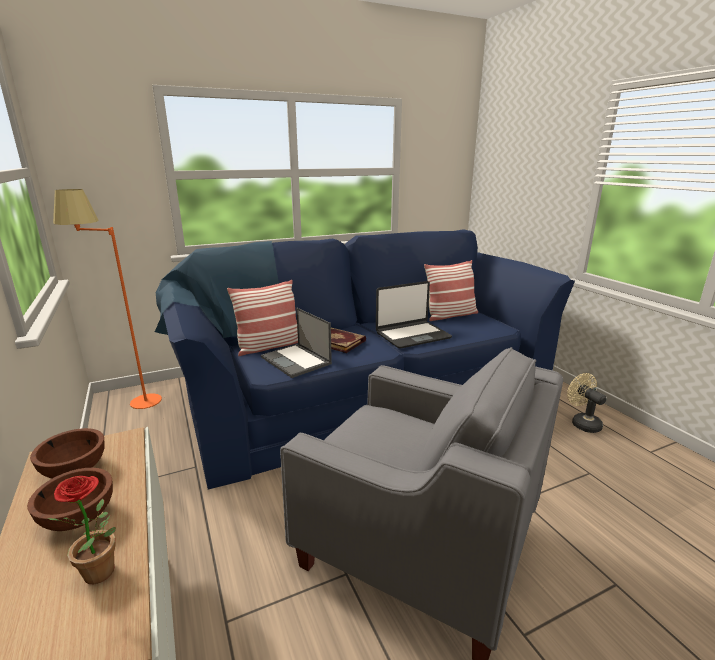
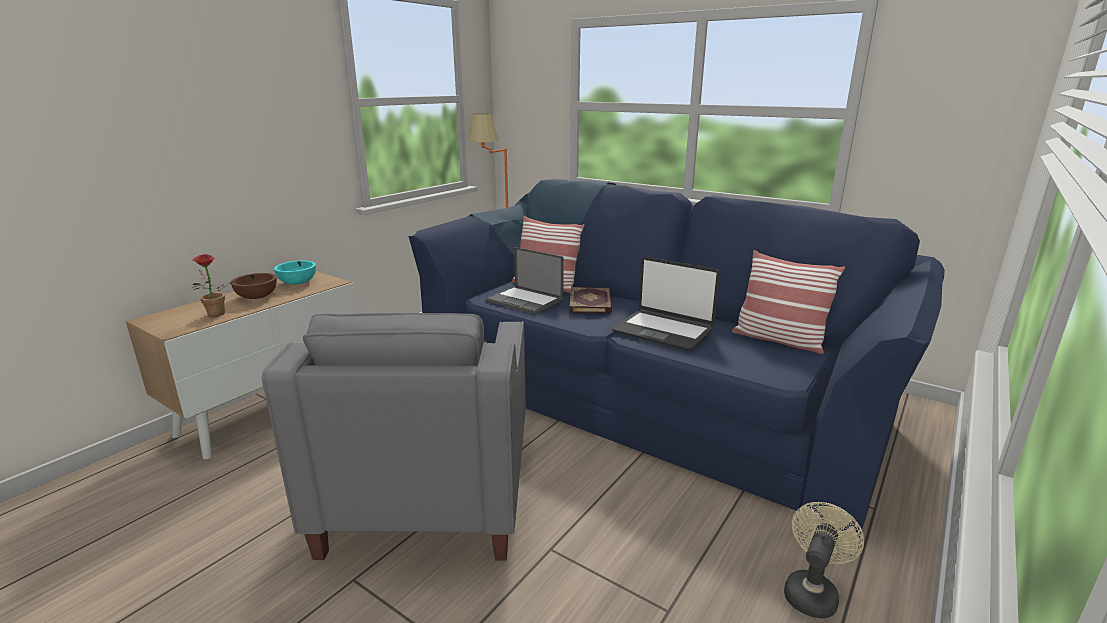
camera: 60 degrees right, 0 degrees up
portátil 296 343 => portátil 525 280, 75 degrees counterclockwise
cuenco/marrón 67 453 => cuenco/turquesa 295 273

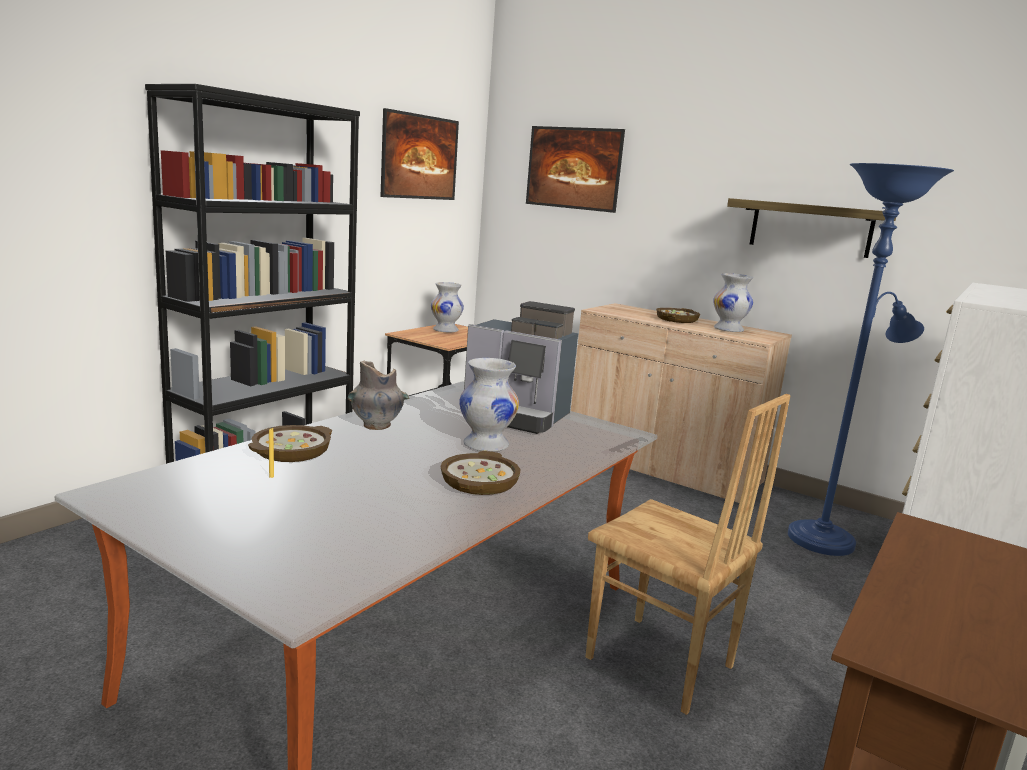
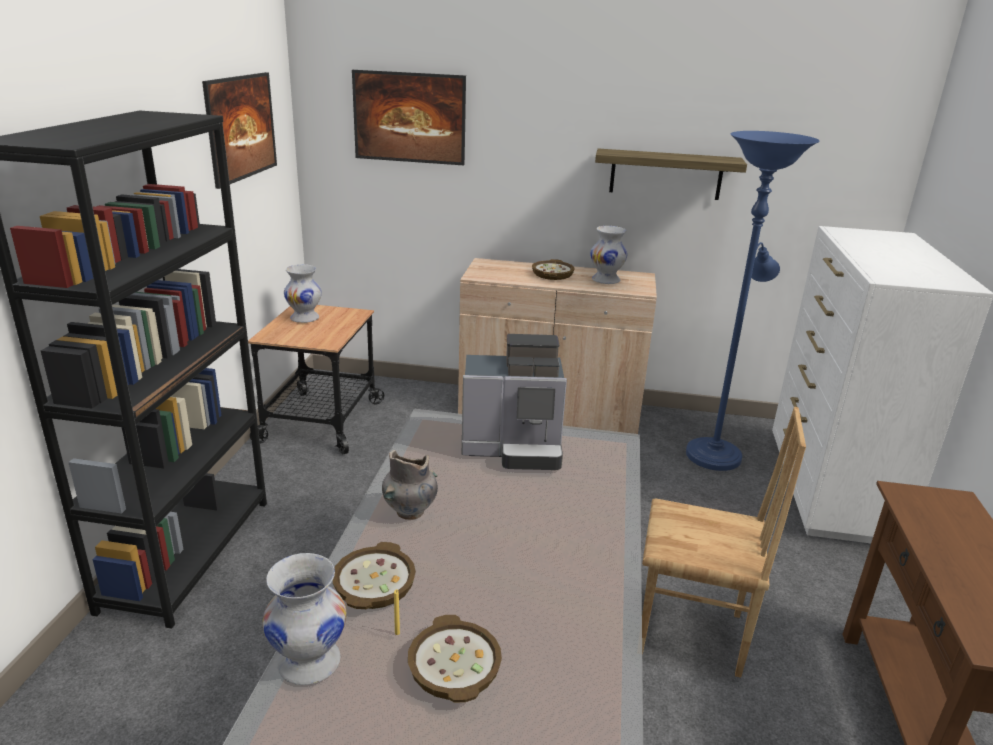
camera: 25 degrees left, 10 degrees up
florero/blanco 489 405 => florero/blanco 304 619, move
cuenco 480 473 => cuenco 455 658, move

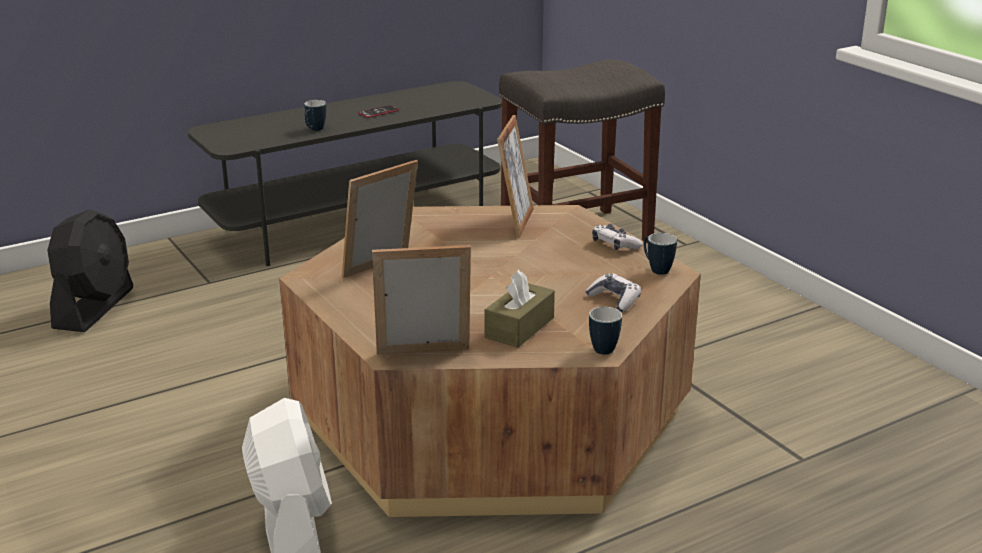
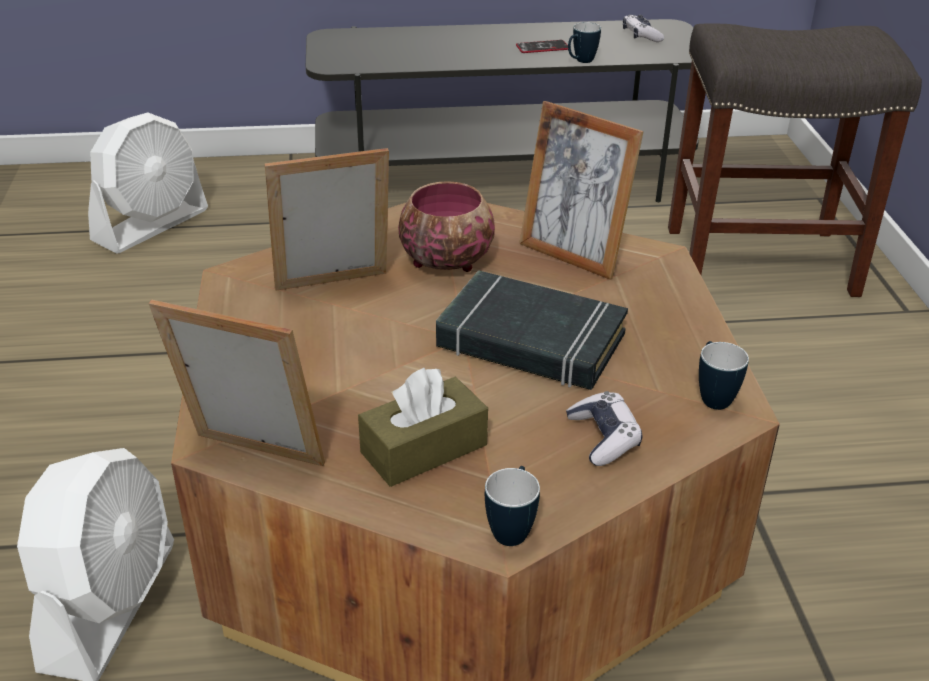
camera: 25 degrees right, 10 degrees up
taza grande 315 115 => taza grande 584 42, move
portarretratos 515 176 => portarretratos 581 190, 90 degrees clockwise
ventilador/negro 90 270 => ventilador/blanco 148 183
mando de consola 617 237 => mando de consola 643 28, move
nothing => cuenco 446 226
nothing => libro/negro 532 330

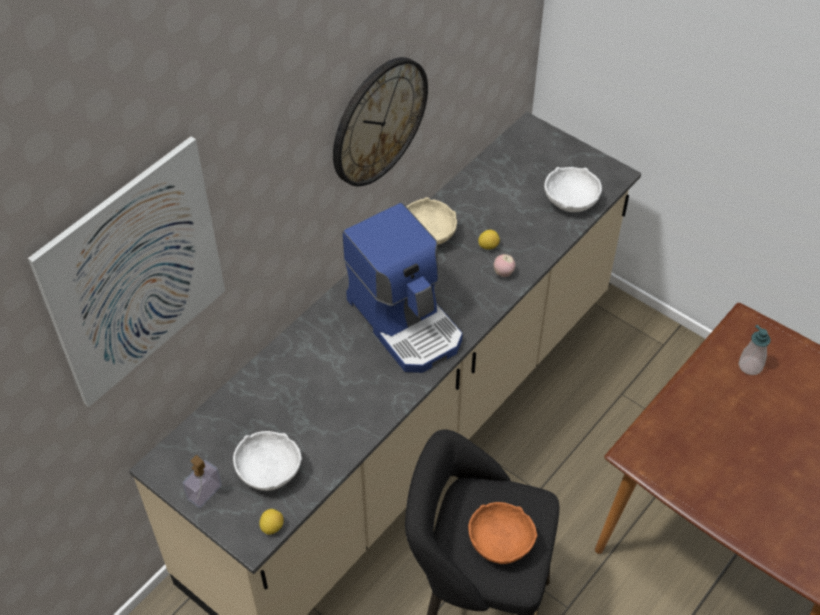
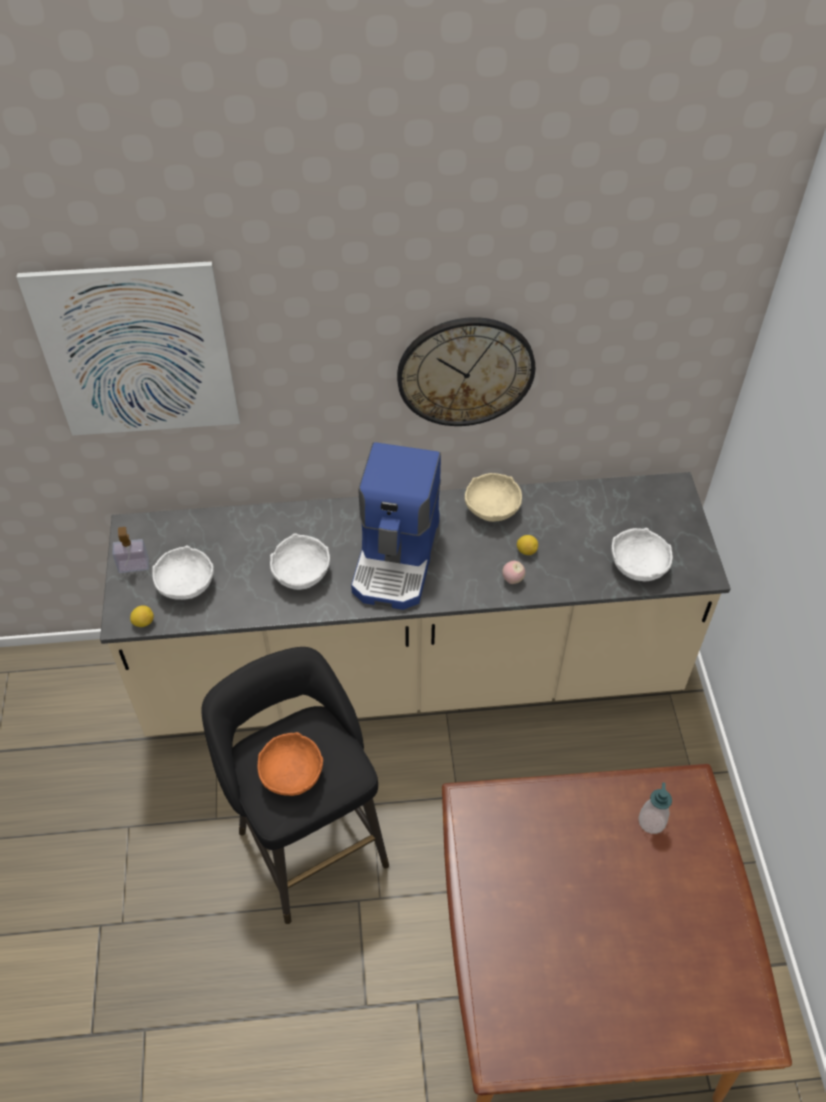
camera: 45 degrees right, 0 degrees up
nothing => cuenco/blanco 300 561

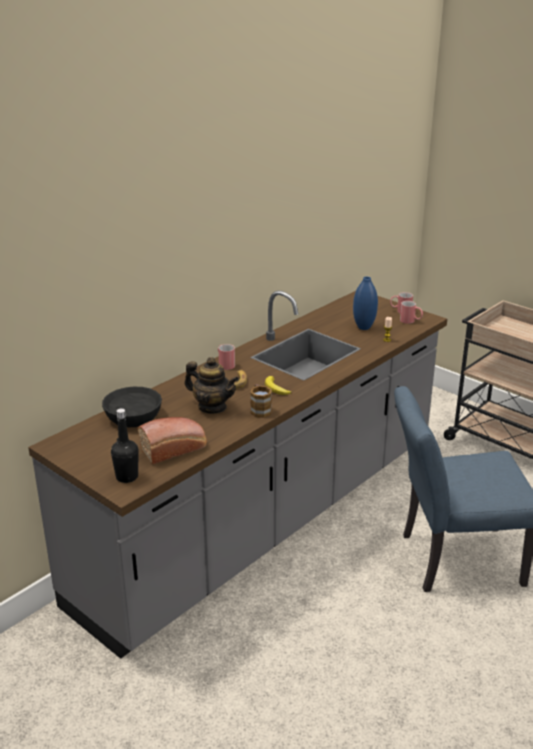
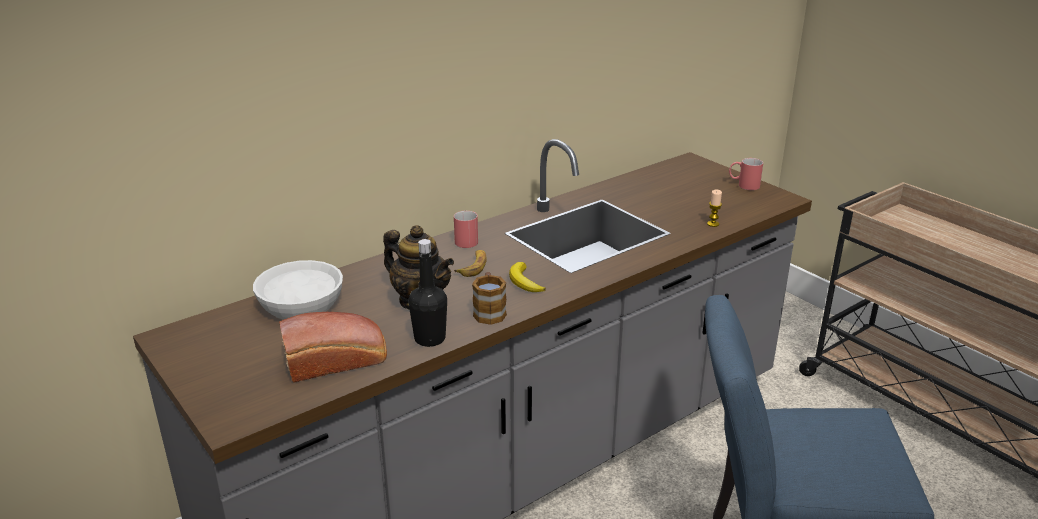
camera: 10 degrees right, 0 degrees up
florero/azul 365 303 => nothing
taza grande/rojo 411 312 => nothing
cuenco/negro 132 407 => cuenco/blanco 298 290
botella/negro 125 445 => botella/negro 427 293, move

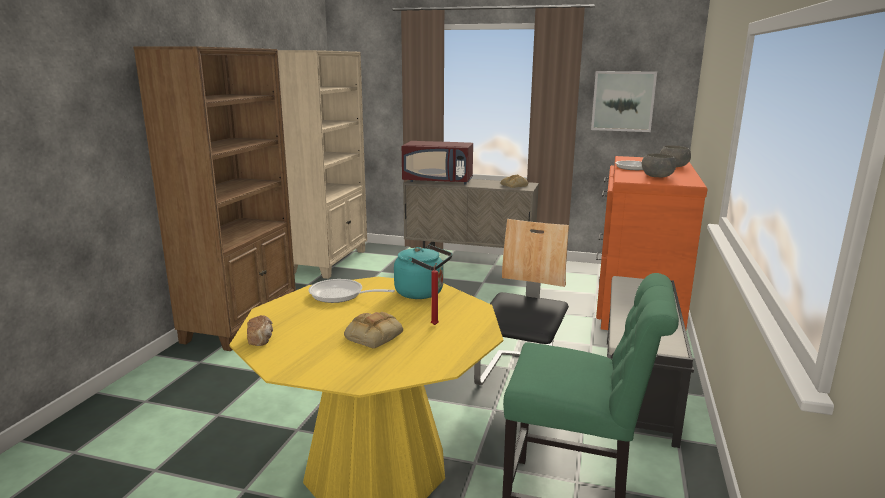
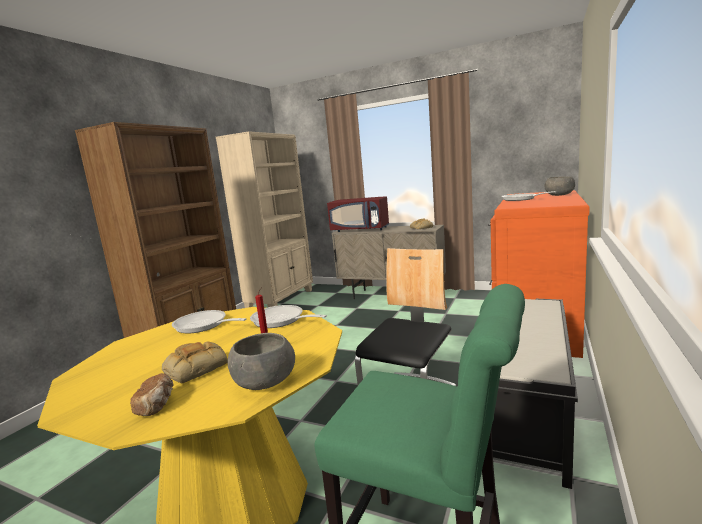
camera: 10 degrees right, 5 degrees down
cuadro 624 101 => nothing
cuenco/gris 659 165 => cuenco/gris 261 361, move
hervidor/turquesa 423 271 => sartén 288 316
pan 260 330 => pan 151 394, move

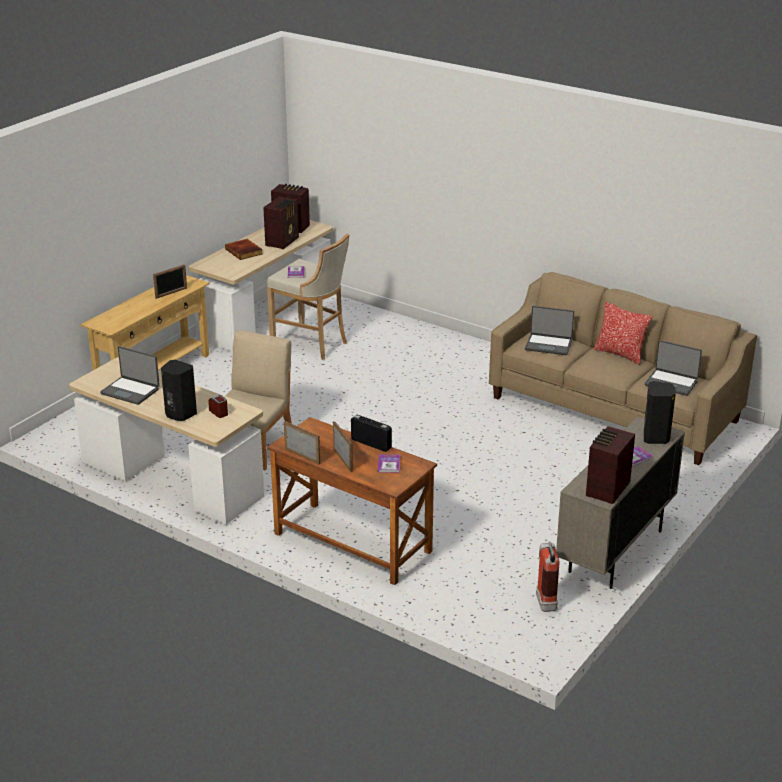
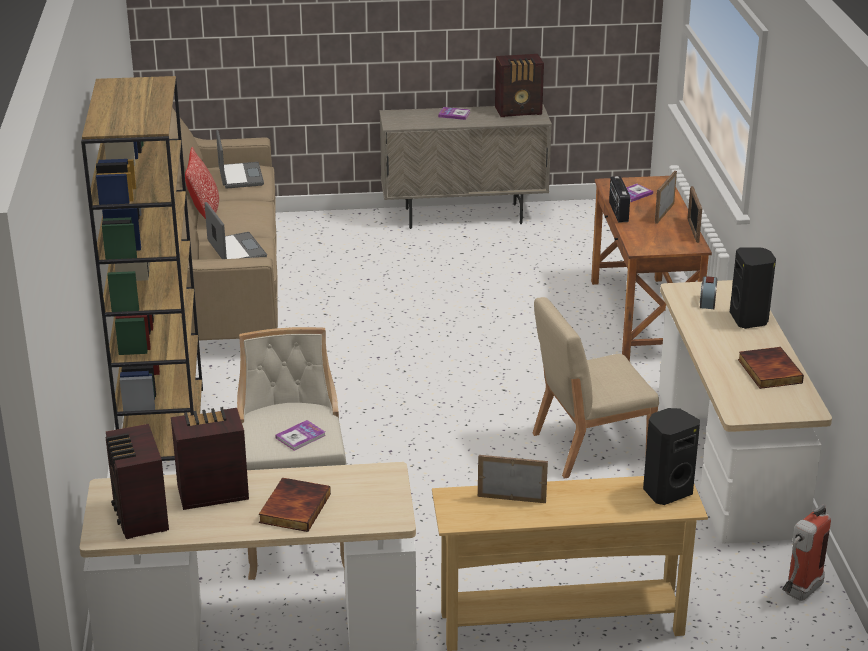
camera: 130 degrees left, 0 degrees up
portátil 130 375 => libro 771 368
altavoz/negro 660 412 => altavoz/negro 671 456, move
extintor 548 577 => extintor 806 552, move
nothing => estantería/marrón 142 268

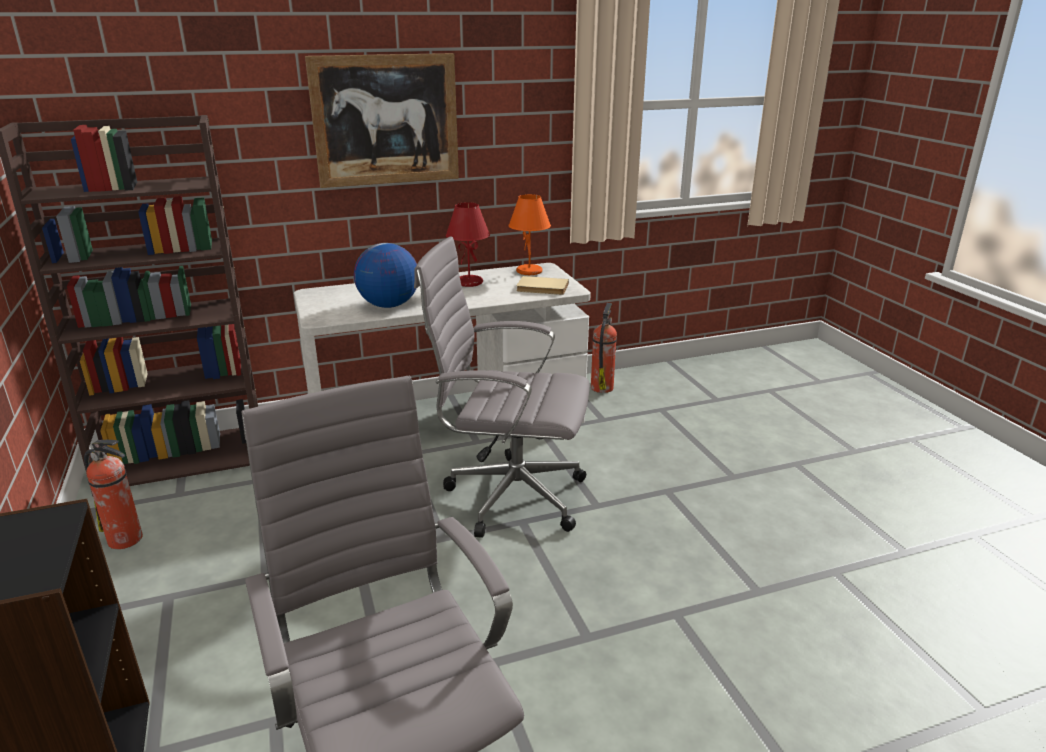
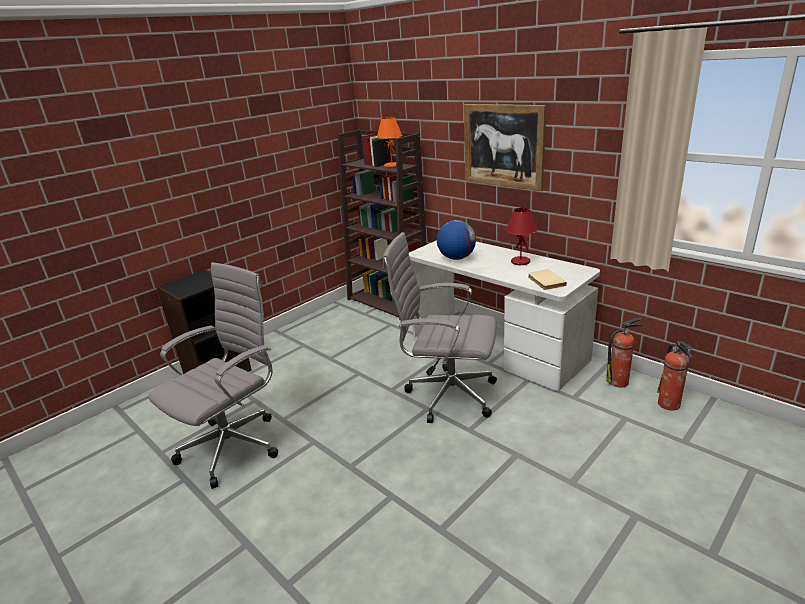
camera: 65 degrees right, 0 degrees up
lámpara de mesa/naranja 529 234 => lámpara de mesa/naranja 390 142, move
silla de oficina/gris 502 387 => silla de oficina/gris 440 327, 60 degrees counterclockwise
extintor 113 494 => extintor 675 376, move

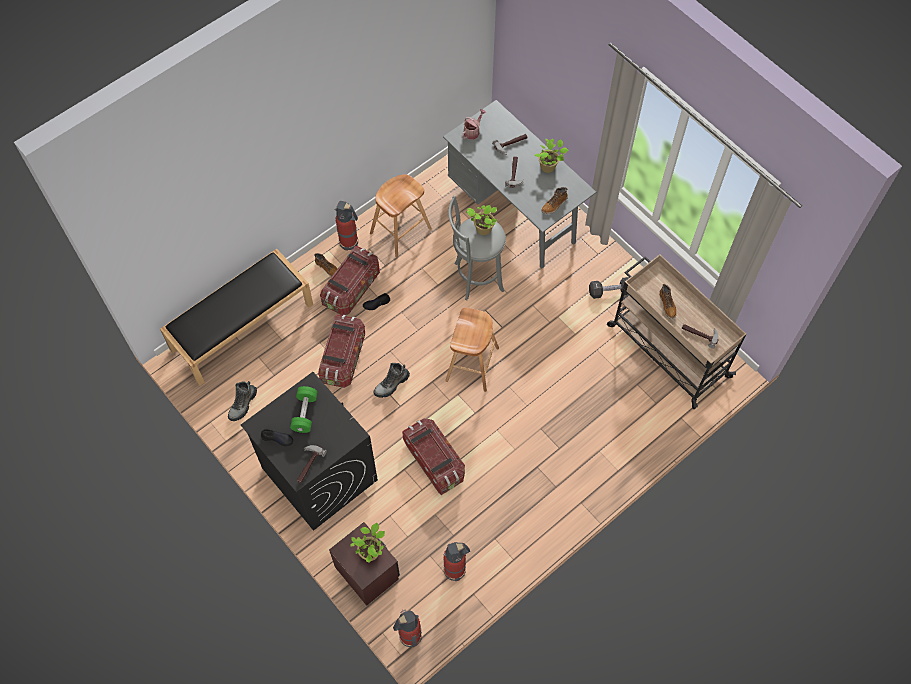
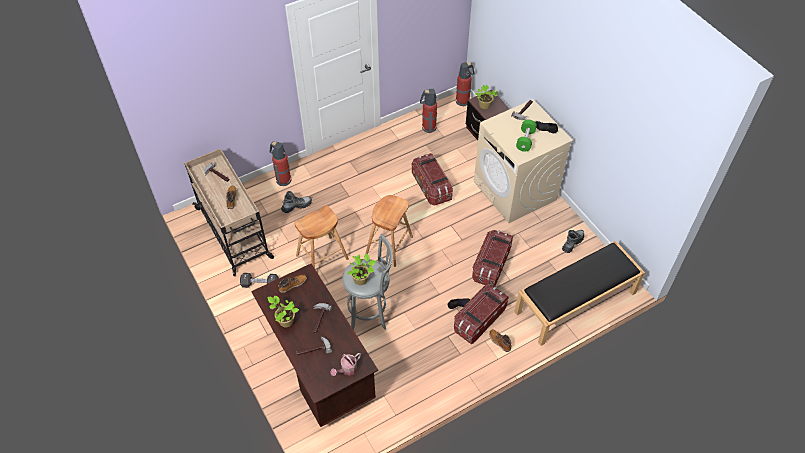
camera: 170 degrees left, 10 degrees down
escritorio/gris 519 184 => escritorio/marrón 314 345
taburete/marrón 401 215 => taburete/marrón 321 236, move
extintor 346 225 => extintor 280 163, move
bota 391 380 => bota 296 202, move
lavadora/negro 309 451 => lavadora/beis 523 161

